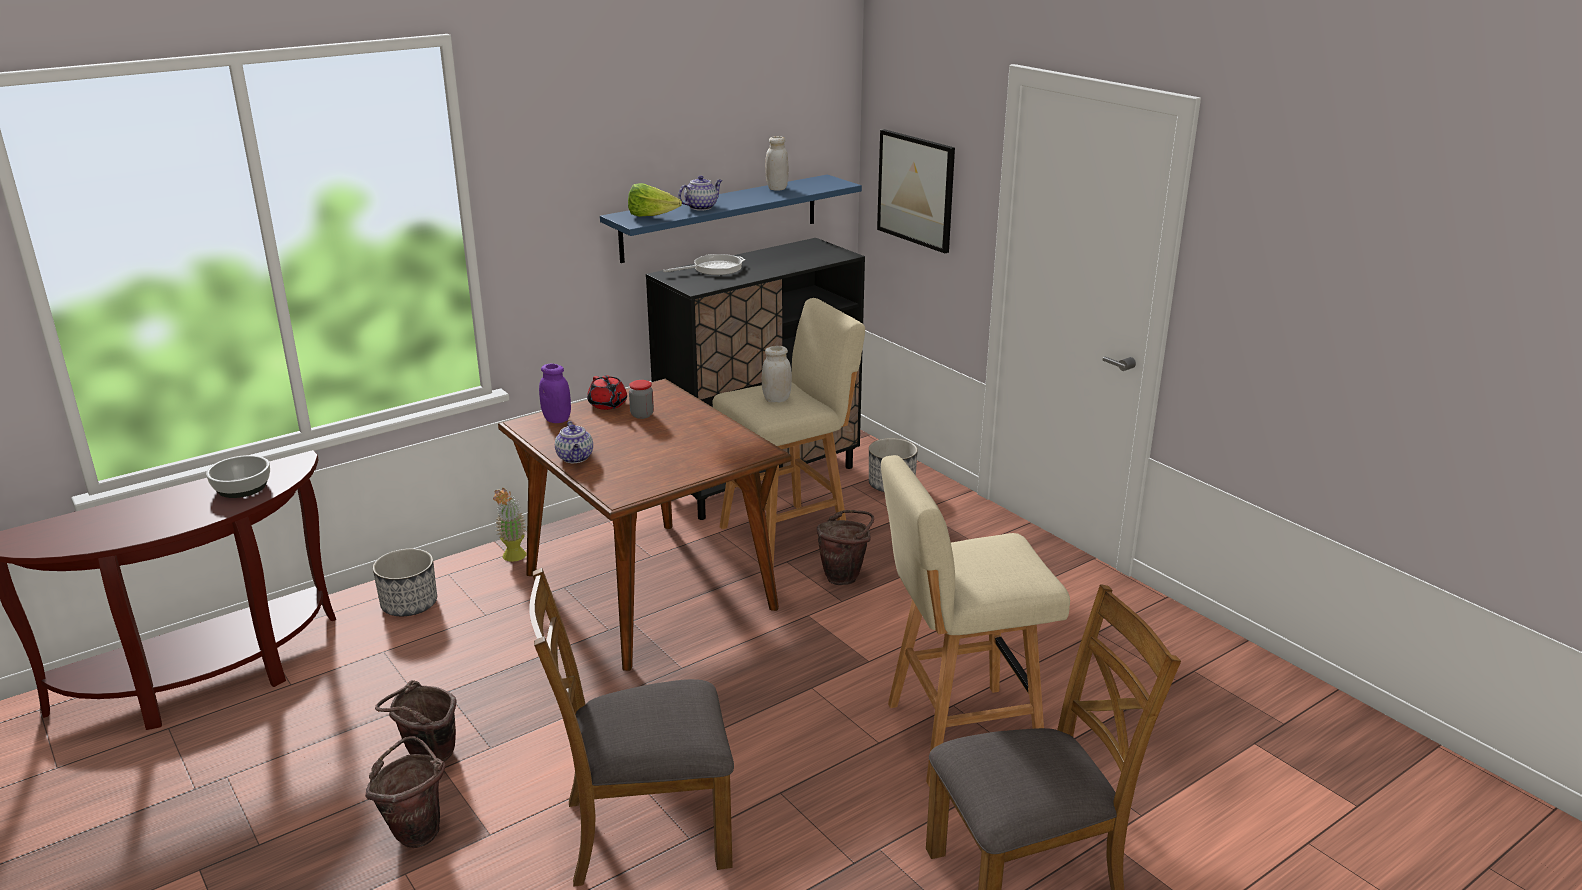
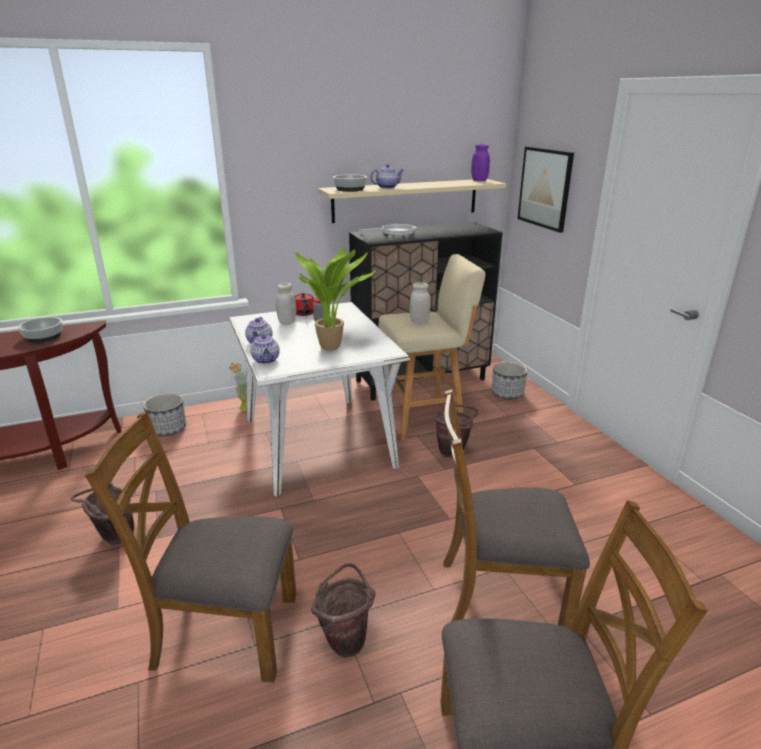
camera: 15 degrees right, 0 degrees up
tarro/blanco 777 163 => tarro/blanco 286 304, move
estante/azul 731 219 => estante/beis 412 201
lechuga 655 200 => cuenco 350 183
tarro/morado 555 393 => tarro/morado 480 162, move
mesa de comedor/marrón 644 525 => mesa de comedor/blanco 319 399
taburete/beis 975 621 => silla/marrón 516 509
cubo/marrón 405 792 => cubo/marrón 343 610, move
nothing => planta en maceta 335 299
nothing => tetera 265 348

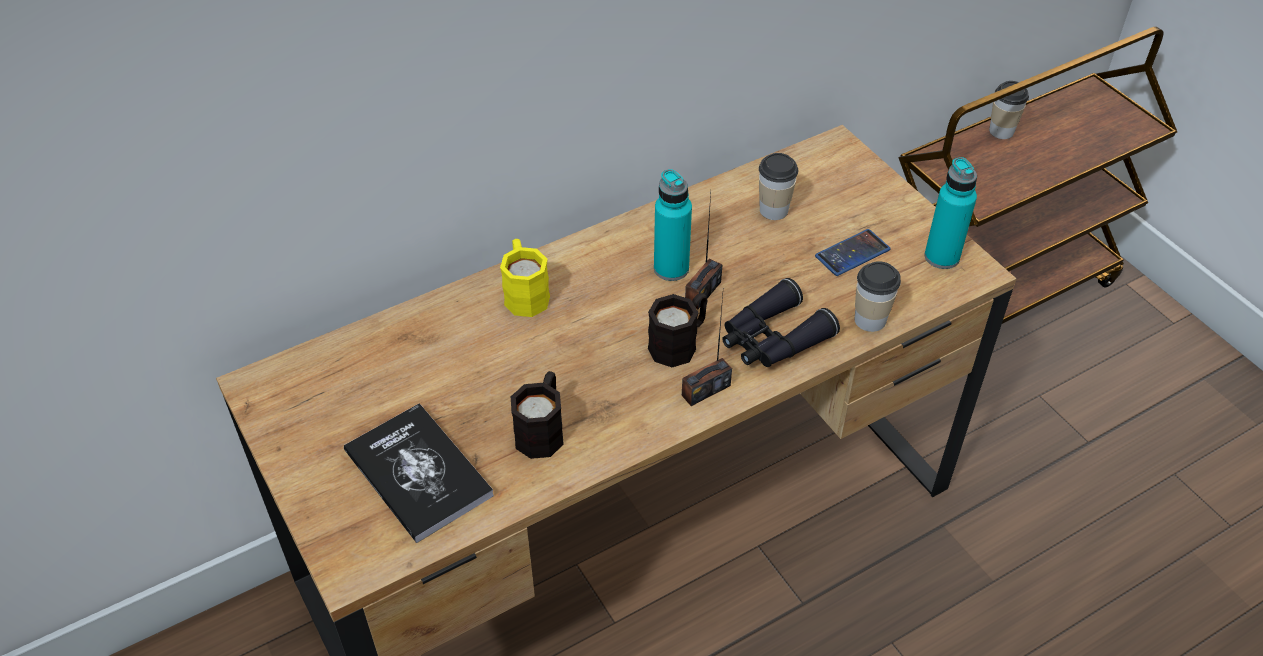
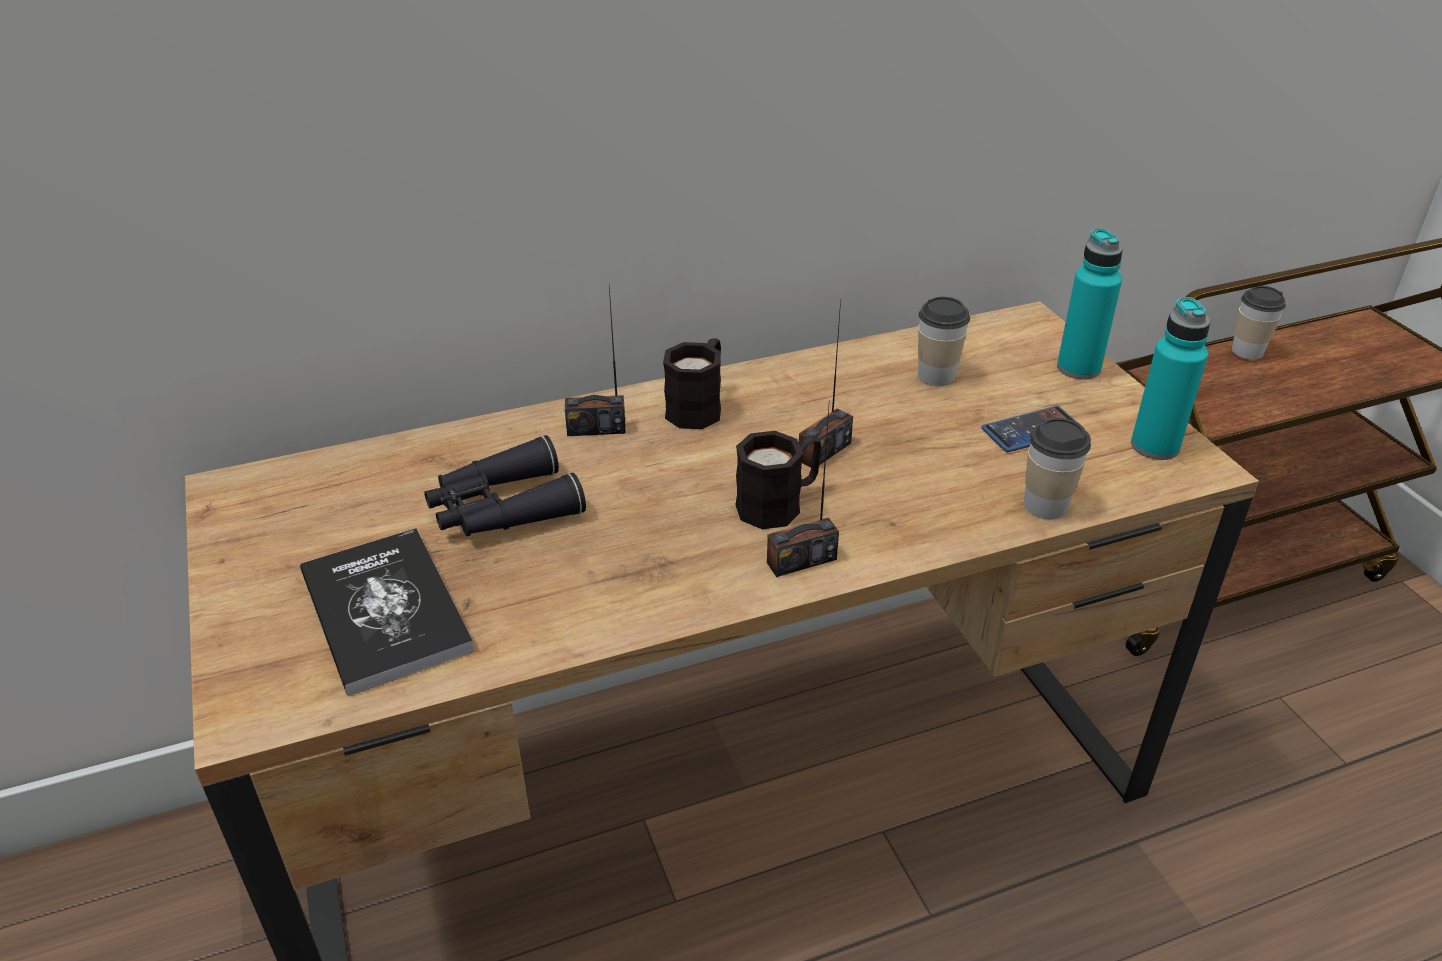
camera: 10 degrees right, 10 degrees down
botella/turquesa 673 225 => botella/turquesa 1090 304, move
taza grande/amarillo 525 278 => radio 595 361
prismáticos/negro 781 322 => prismáticos/negro 505 485, move
taza grande/negro 537 415 => taza grande/negro 692 383, move

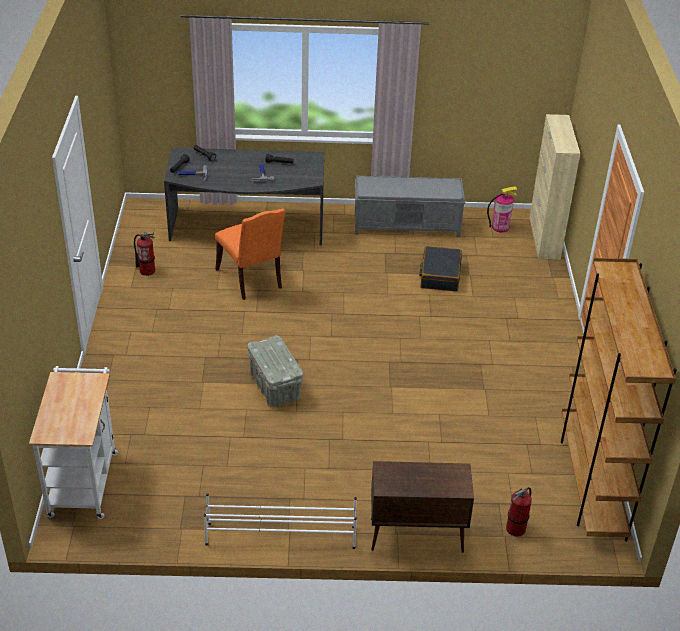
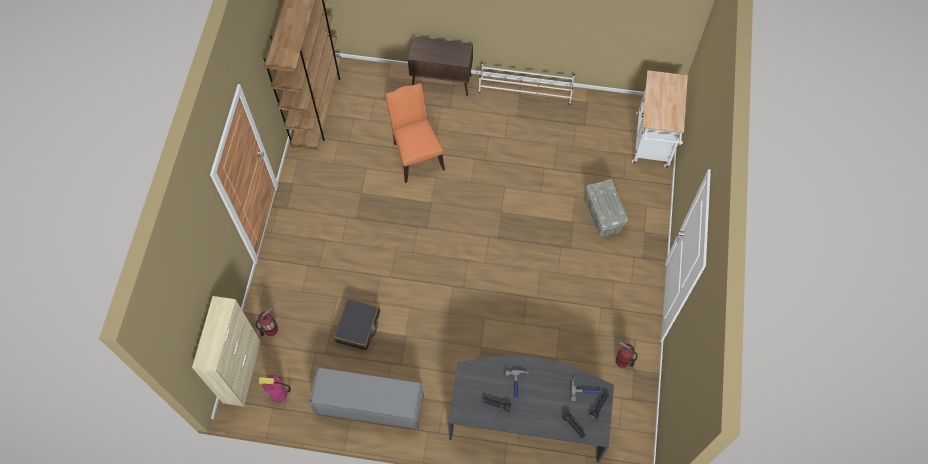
camera: 170 degrees left, 25 degrees up
silla/naranja 250 254 => silla/naranja 415 133, move
caja de almacenaje/gris 275 371 => caja de almacenaje/gris 607 208, move
extintor 519 512 => extintor 267 322, move

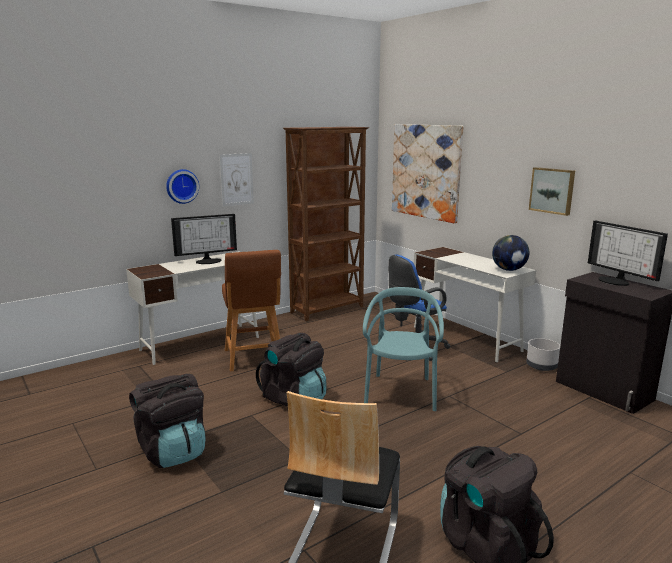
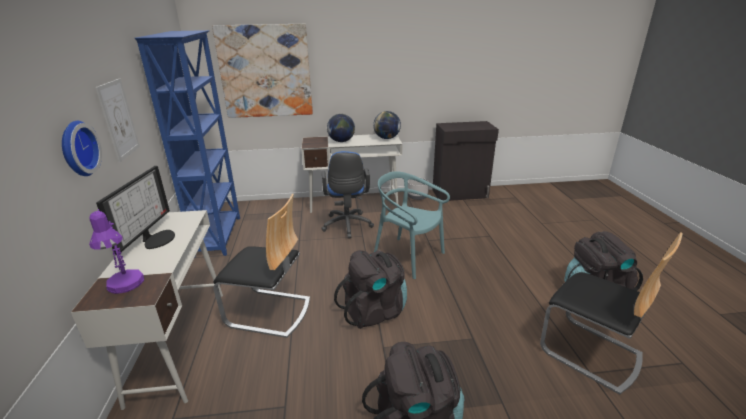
camera: 60 degrees left, 10 degrees up
estantería/marrón 326 224 => estantería/azul 187 144
cuadro 552 191 => nothing
monitor 628 253 => nothing
taburete/marrón 251 311 => silla 261 266
nothing => globo terráqueo 341 128
nothing => lámpara de mesa/morado 116 251

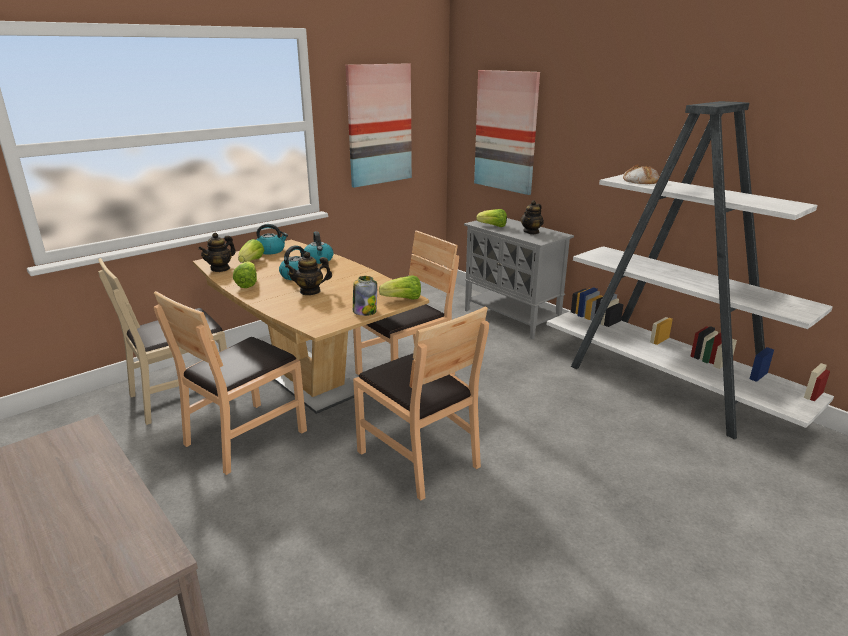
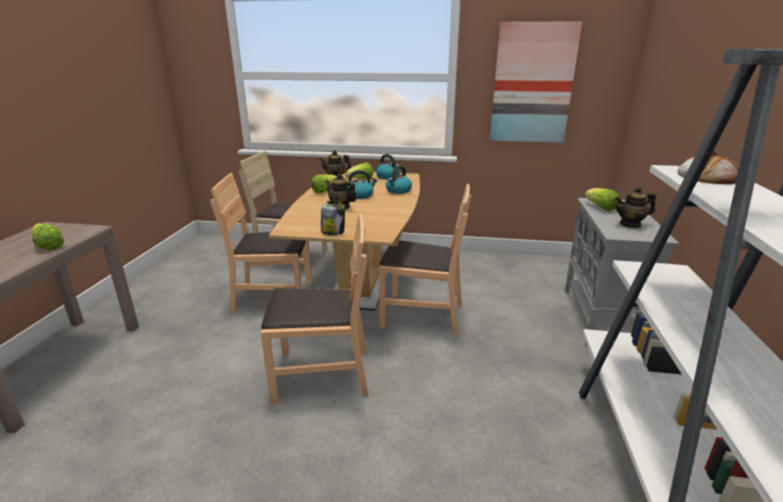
camera: 50 degrees right, 0 degrees up
cuadro 507 132 => nothing
lechuga 400 287 => lechuga 47 236, move
silla/marrón 421 403 => silla/marrón 314 309, 105 degrees counterclockwise

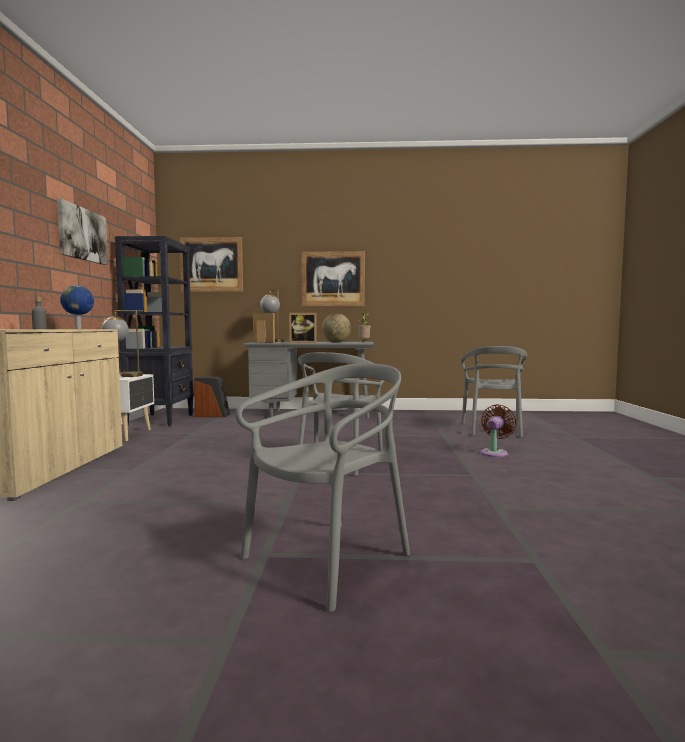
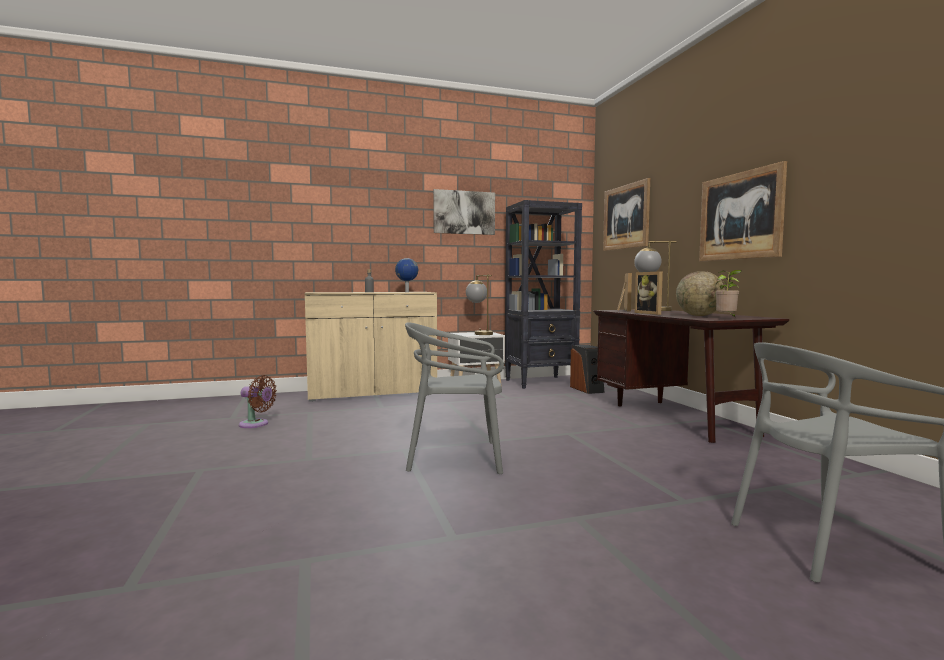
camera: 70 degrees right, 0 degrees up
escritorio/gris 309 380 => escritorio/marrón 691 376
silla/gris 322 487 => nothing
ventilador/marrón 498 430 => ventilador/marrón 258 401, move

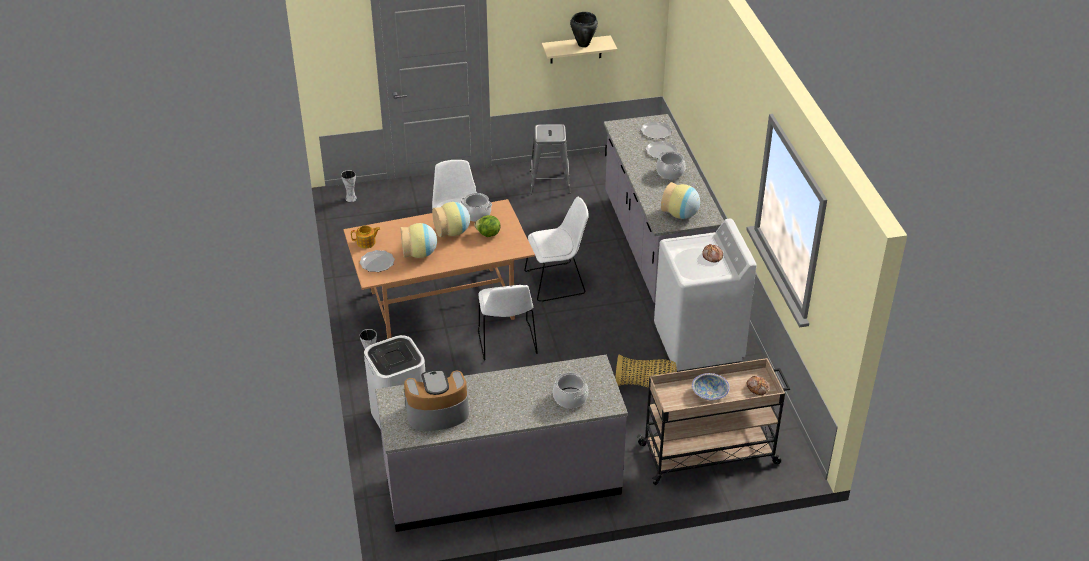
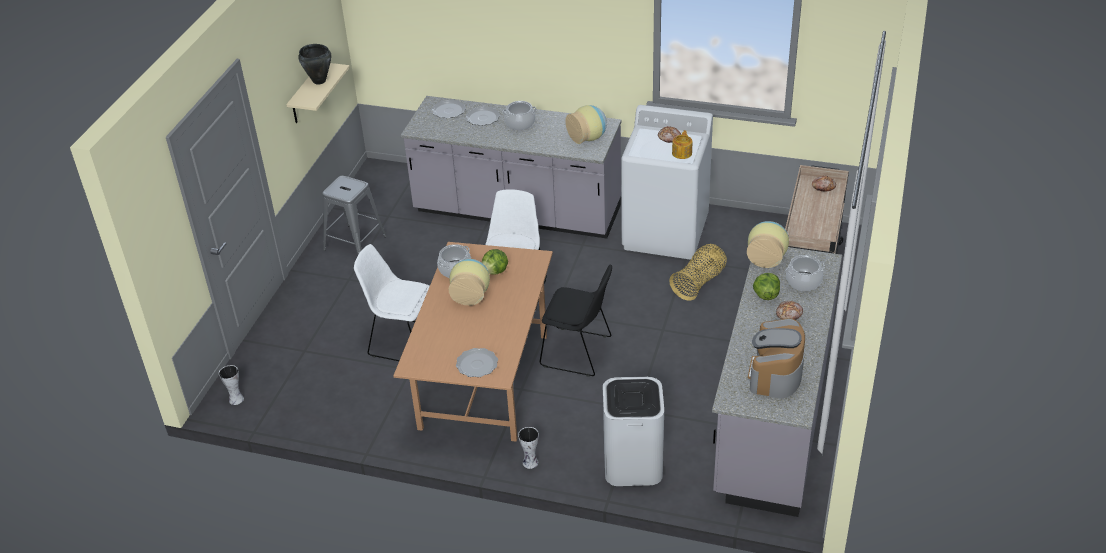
camera: 60 degrees left, 0 degrees up
florero 419 240 => florero 768 244, move
tetera 365 237 => tetera 682 144, move
silla/blanco 508 323 => silla/negro 575 321
cuenco 711 386 => nothing
nothing => lechuga 766 286
nothing => pan 789 310

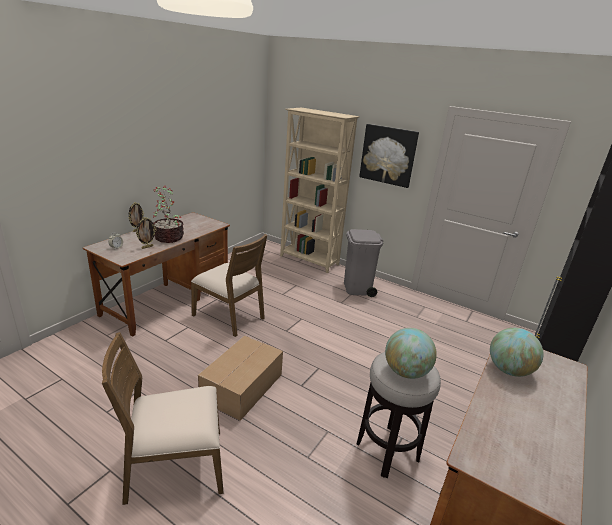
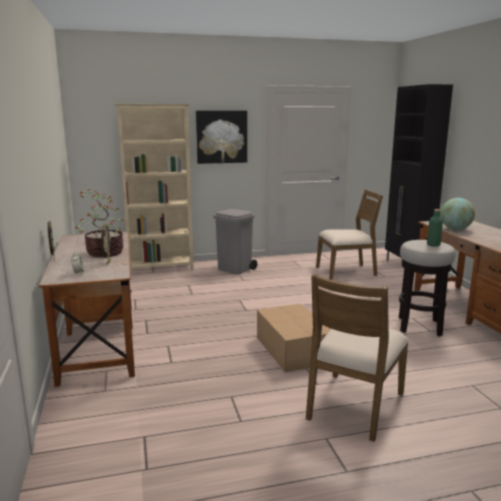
camera: 45 degrees left, 10 degrees down
silla/marrón 229 285 => silla/marrón 349 235, move
globo terráqueo 411 353 => botella/verde 435 228

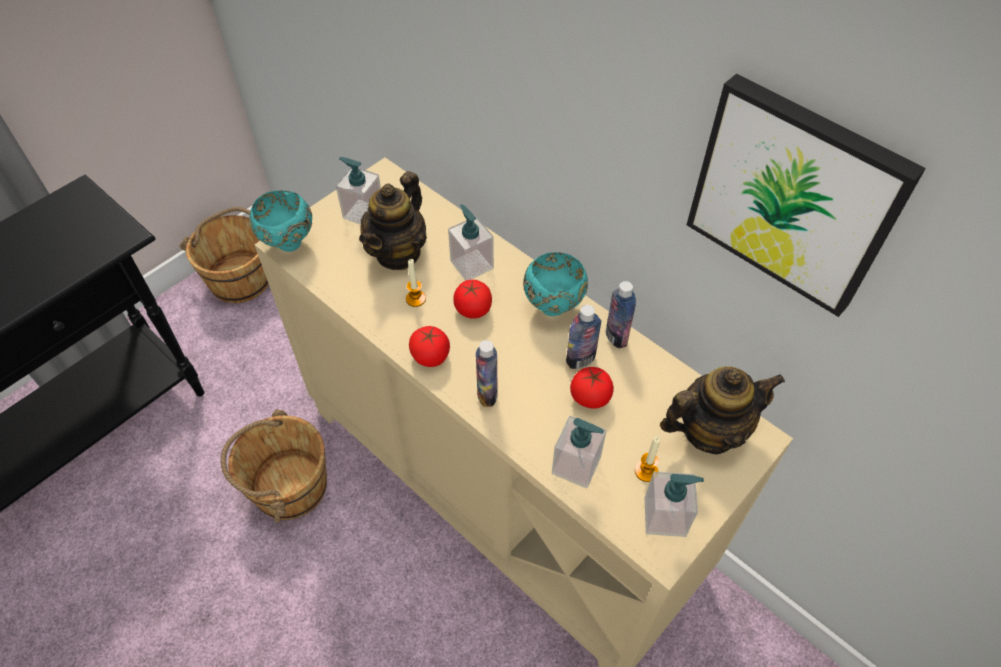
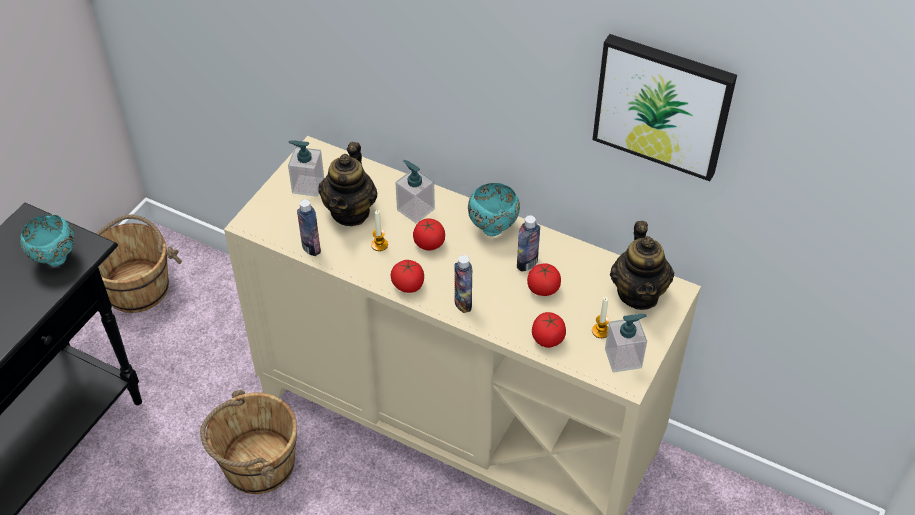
camera: 15 degrees left, 5 degrees down
cuenco/turquesa 281 221 => cuenco/turquesa 47 240, move
botella 621 315 => botella 309 227, move
tetera 722 410 => tetera 642 265, 120 degrees clockwise
dispensador de jabón 579 452 => tomate 549 330

